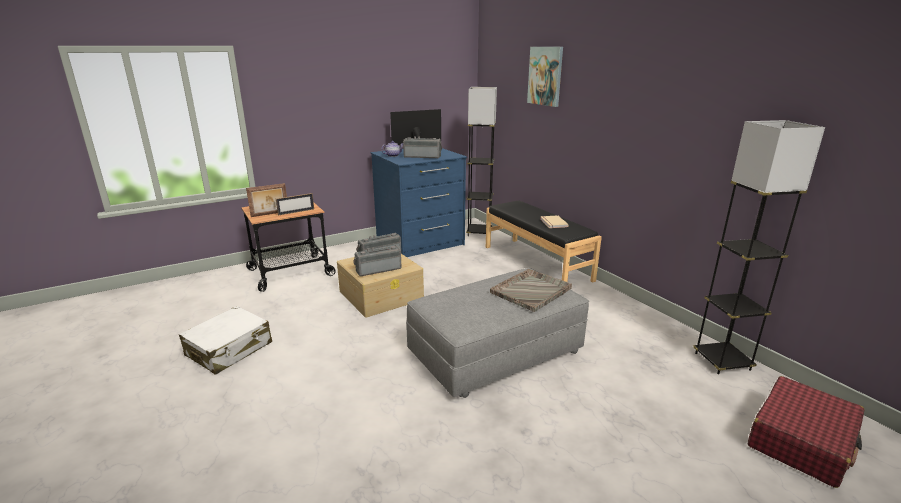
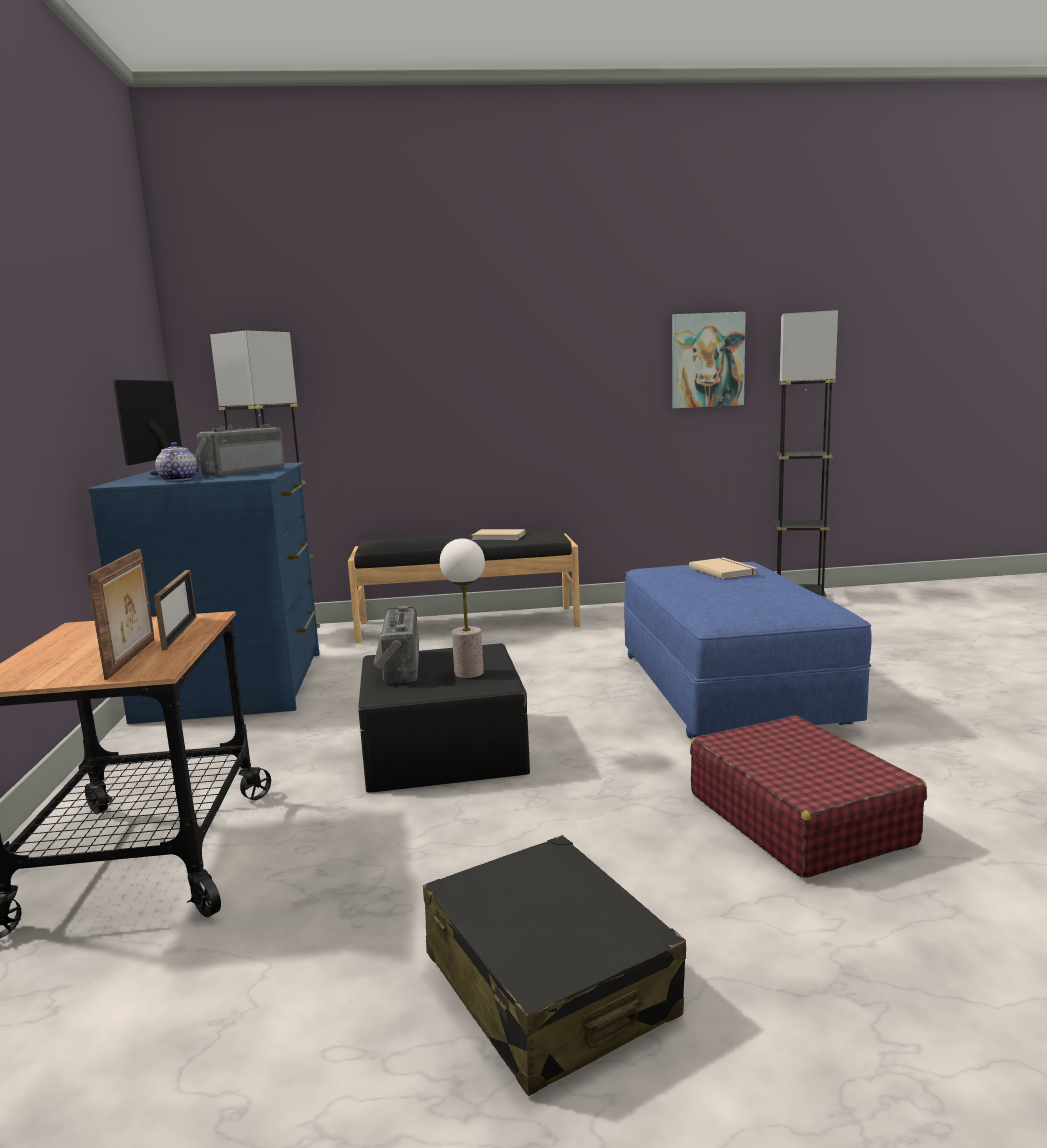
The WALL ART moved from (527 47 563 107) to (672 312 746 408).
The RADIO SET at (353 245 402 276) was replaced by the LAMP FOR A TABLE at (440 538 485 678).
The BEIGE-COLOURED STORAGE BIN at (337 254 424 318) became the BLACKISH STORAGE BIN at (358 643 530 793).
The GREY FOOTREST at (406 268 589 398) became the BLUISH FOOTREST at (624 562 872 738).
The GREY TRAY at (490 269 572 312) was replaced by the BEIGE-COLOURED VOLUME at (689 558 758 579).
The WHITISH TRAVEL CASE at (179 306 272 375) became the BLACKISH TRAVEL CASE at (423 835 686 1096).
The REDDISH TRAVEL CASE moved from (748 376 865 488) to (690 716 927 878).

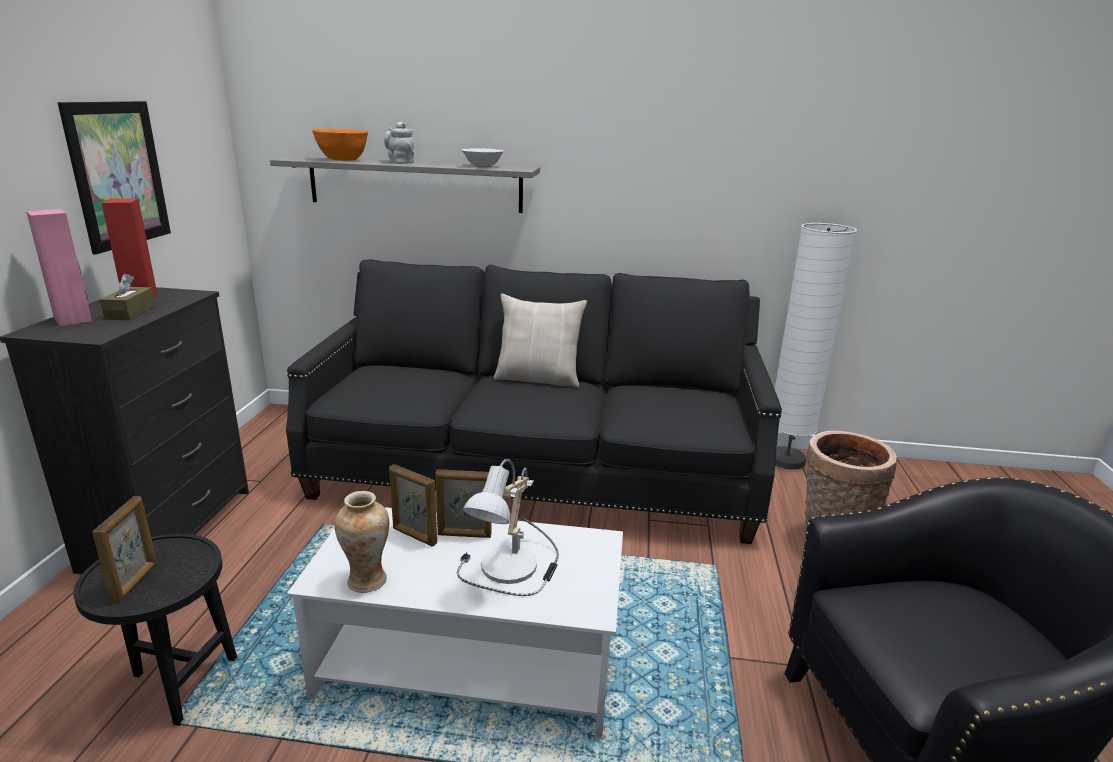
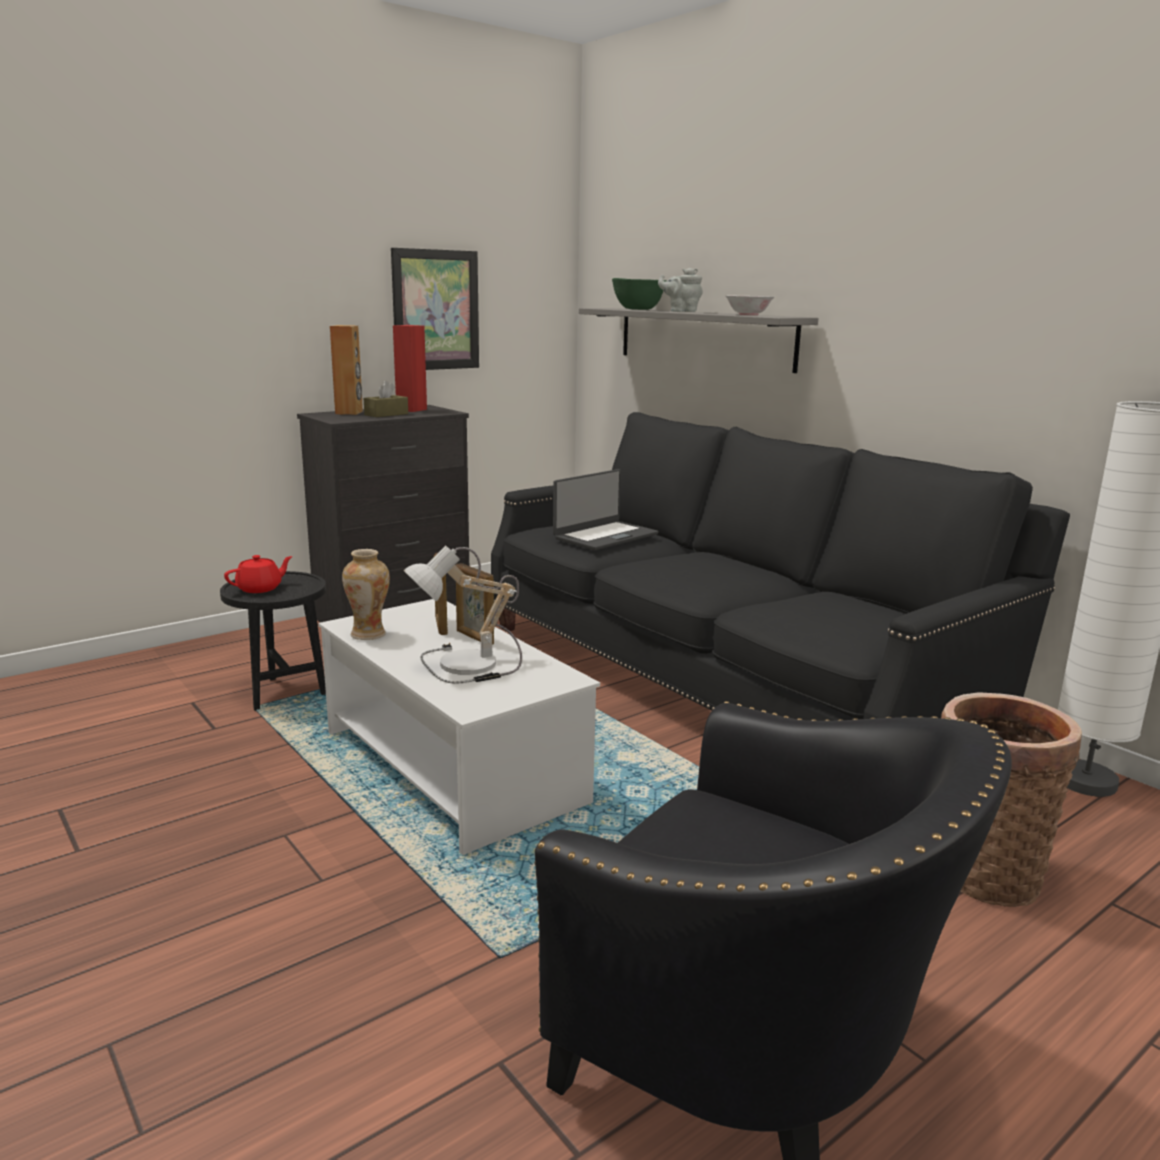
The GREY TEAPOT at (384 122 414 164) turned 90 degrees counterclockwise.
The ORANGE SERVING BOWL at (312 129 368 161) became the GREEN-COLOURED SERVING BOWL at (612 278 666 310).
The PINK SPEAKER at (26 209 92 326) became the BROWN-COLOURED SPEAKER at (330 325 363 415).
The BEIGE-COLOURED THROW PILLOW at (493 294 587 388) disappeared.
The PHOTO FRAME at (92 496 157 603) was replaced by the REDDISH TEAPOT at (224 555 293 593).
The LAPTOP at (553 469 658 550) appeared.

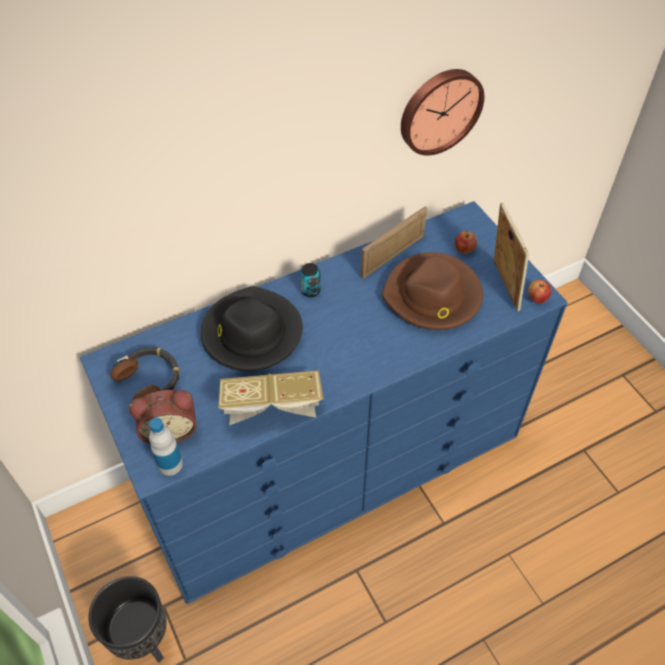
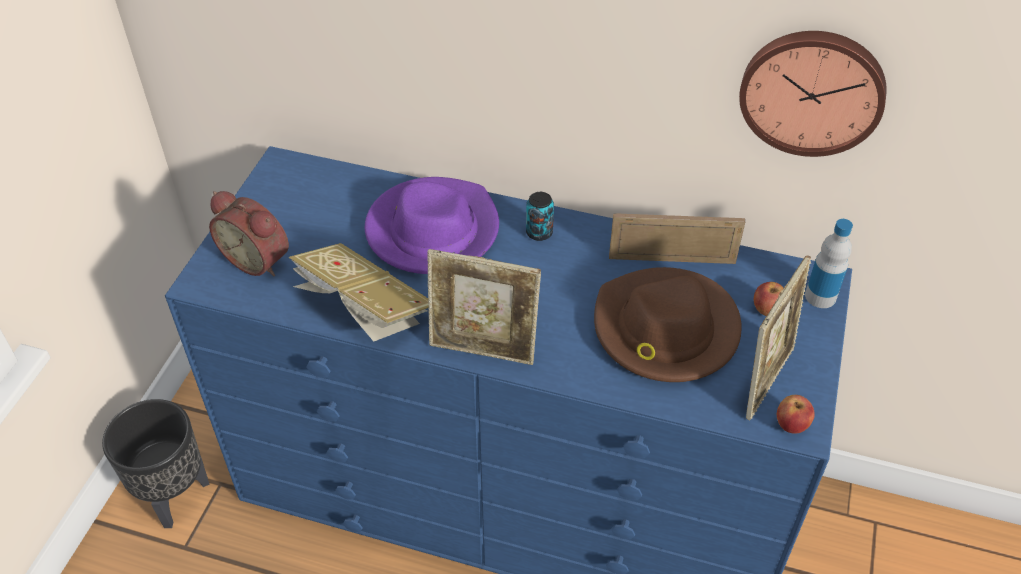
The BLACKISH CLOTHING HAT at (201 286 303 371) became the PURPLE CLOTHING HAT at (365 177 499 274).
The HEADPHONES at (110 347 180 401) disappeared.
The BOTTLE moved from (149 418 183 476) to (805 219 853 308).
The PHOTO FRAME at (427 249 541 365) appeared.

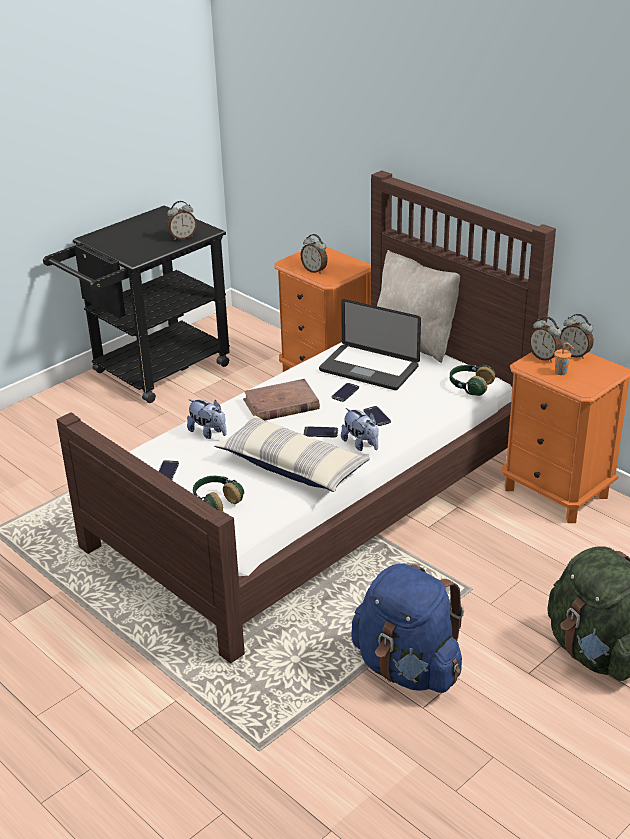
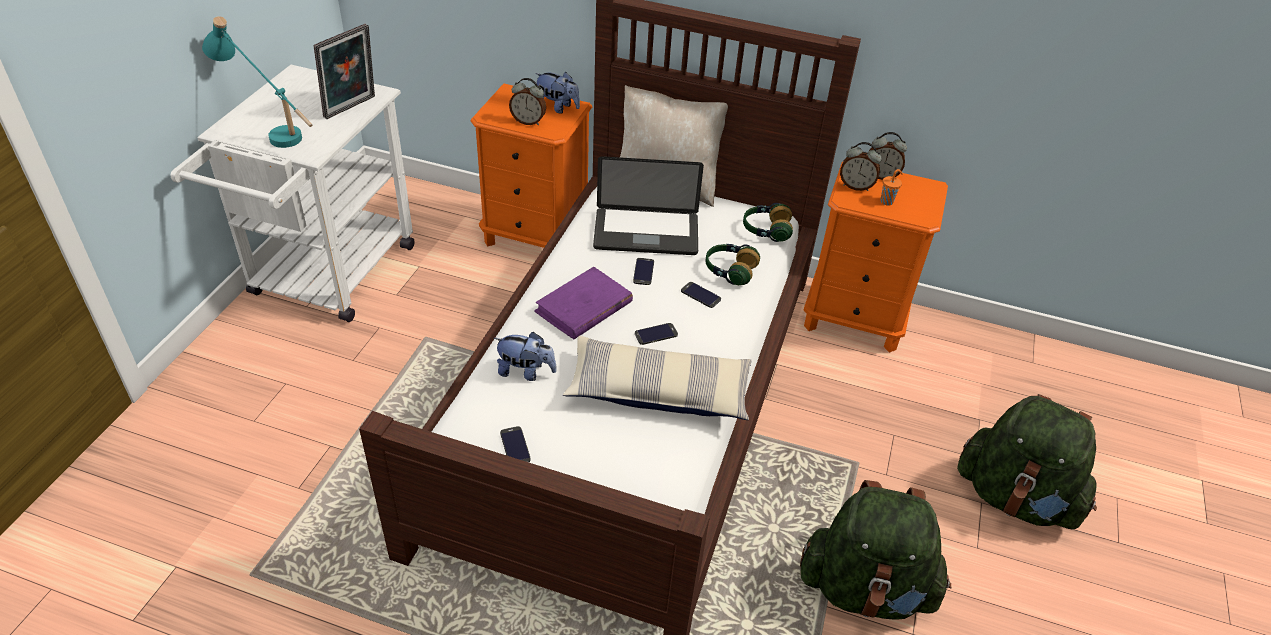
The BEDSIDE CLOCK at (167 201 197 240) was replaced by the PHOTO FRAME at (314 24 375 119).
The BLACKISH CART at (43 205 230 403) became the WHITISH CART at (171 65 415 322).
The BROWN-COLOURED VOLUME at (243 379 320 420) became the PURPLE VOLUME at (534 267 633 339).
The SOFT TOY moved from (341 408 379 451) to (535 72 580 113).
The HEADPHONES moved from (193 476 244 511) to (705 244 760 285).
The BLUISH RUCKSACK at (351 564 464 693) became the GREEN-COLOURED RUCKSACK at (800 480 951 620).
The TURQUOISE-COLOURED LAMP FOR A TABLE at (202 16 313 148) appeared.

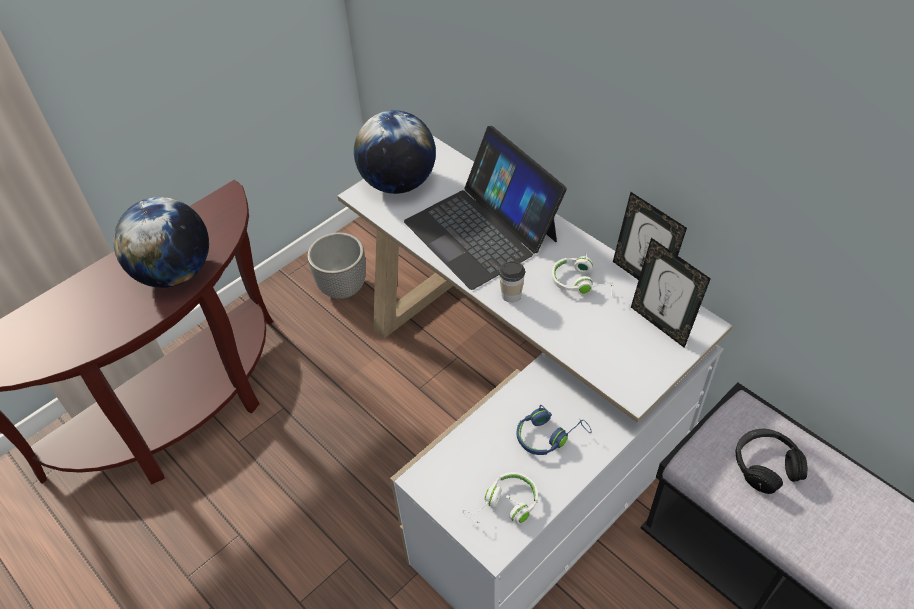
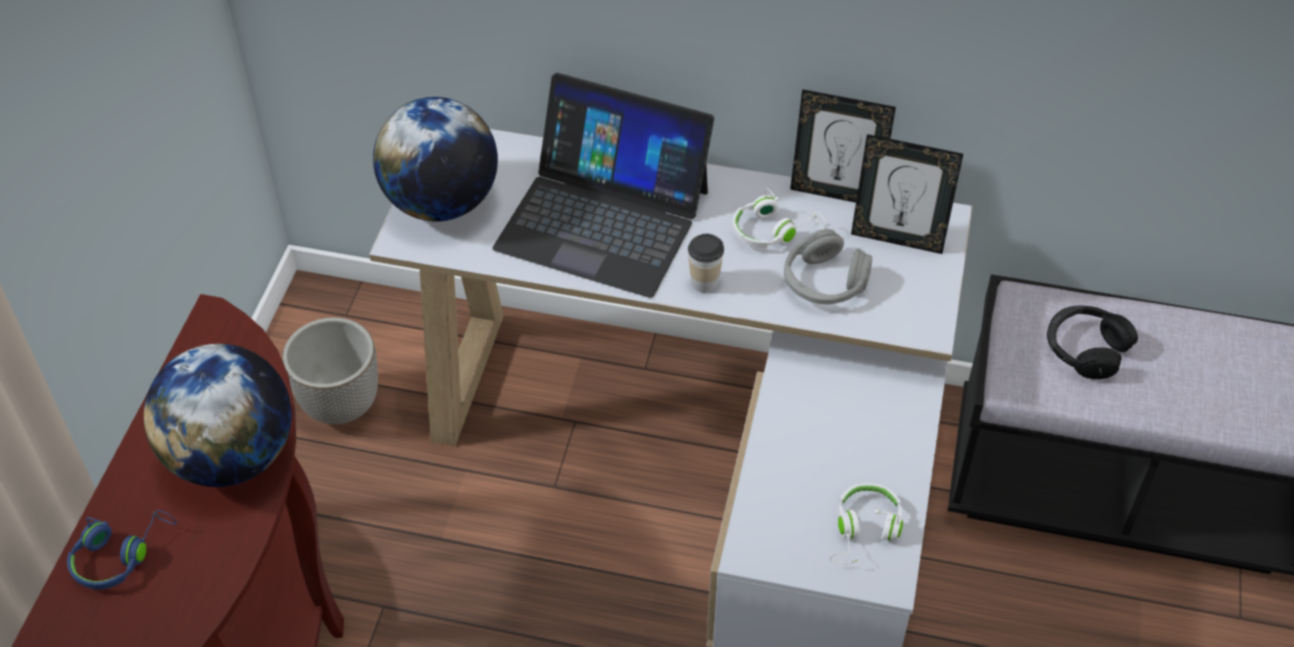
The BLUISH HEADPHONES moved from (517 405 592 455) to (67 510 176 589).
The GREY HEADPHONES at (784 229 872 304) appeared.

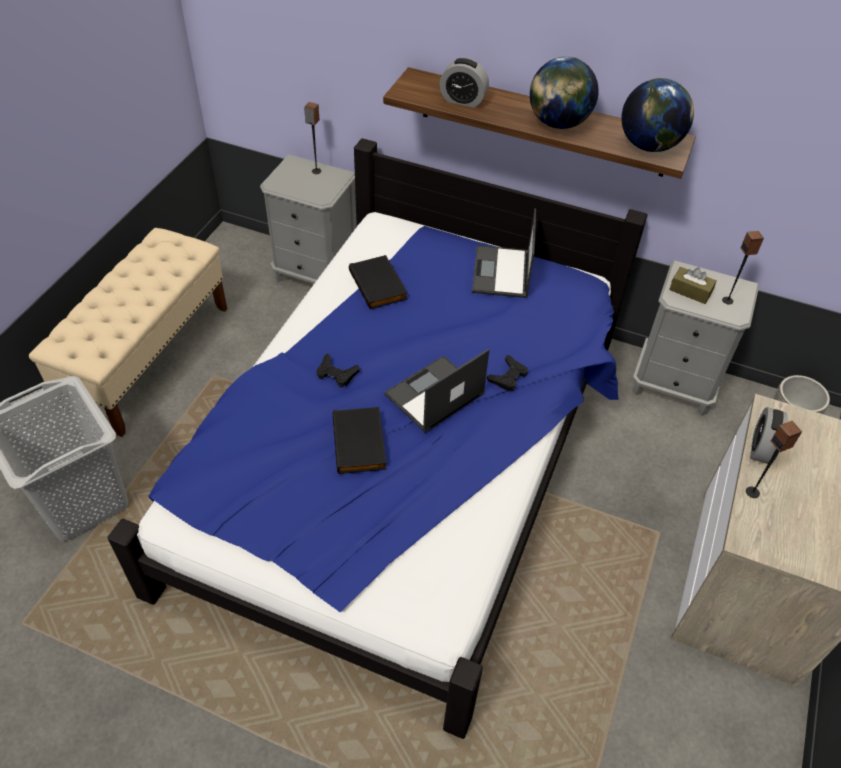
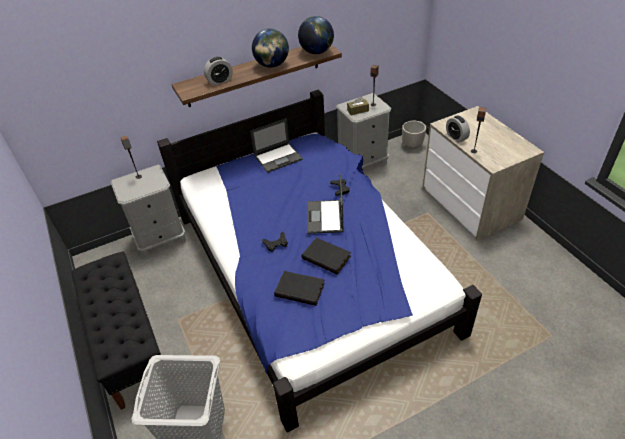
The LAPTOP at (472 208 536 298) turned 75 degrees counterclockwise.
The BEIGE-COLOURED LONG SEAT at (29 228 227 437) became the BLACKISH LONG SEAT at (71 252 161 410).
The BLACKISH VOLUME moved from (349 255 408 310) to (274 271 325 306).

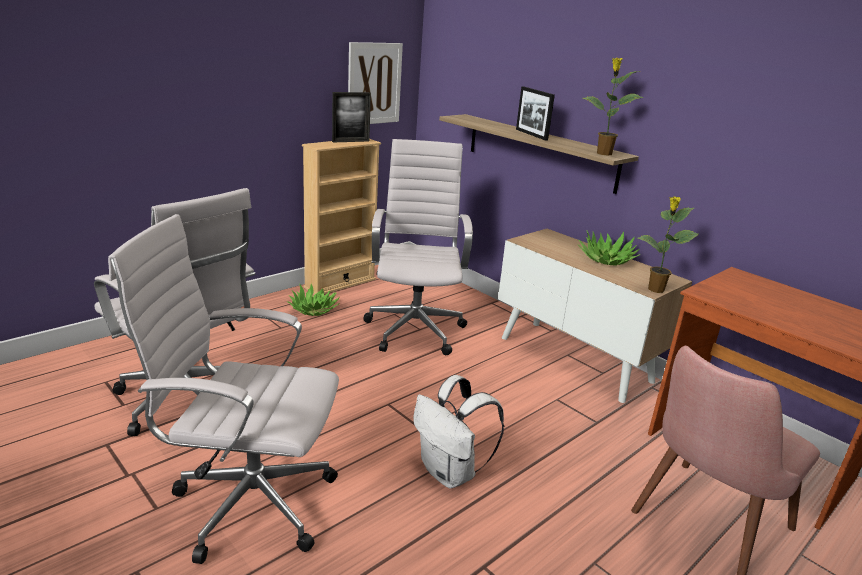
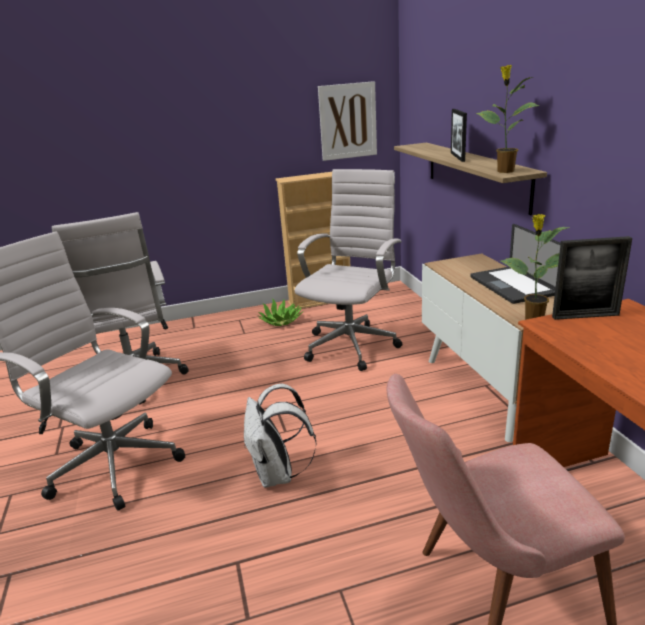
The PHOTO FRAME moved from (332 92 371 142) to (552 236 632 320).
The PLANT IN A POT at (578 230 641 266) was replaced by the LAPTOP at (470 224 561 304).

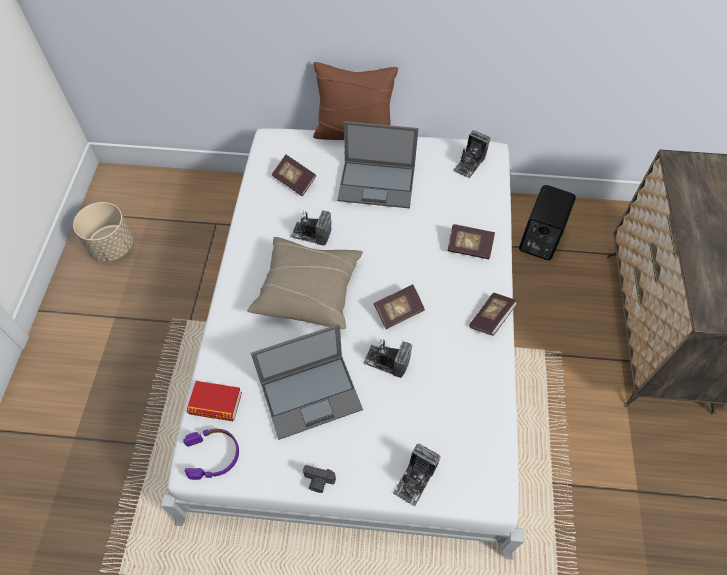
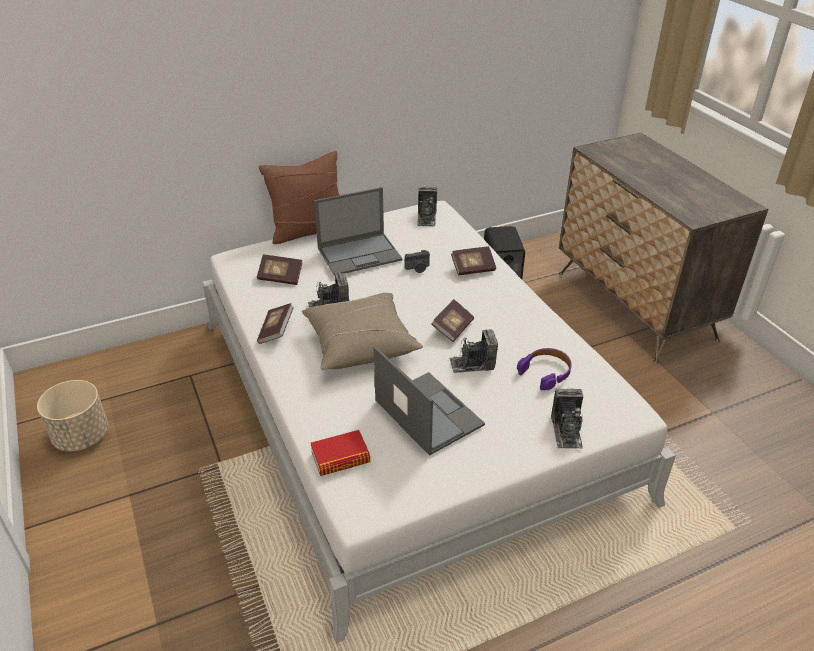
The VOLUME moved from (469 293 518 336) to (257 303 294 344).
The LAPTOP at (251 324 363 440) turned 75 degrees counterclockwise.
The PURPLE HEADPHONES moved from (183 429 239 480) to (517 348 572 390).
The PHOTO CAMERA moved from (303 465 336 493) to (405 250 430 273).

